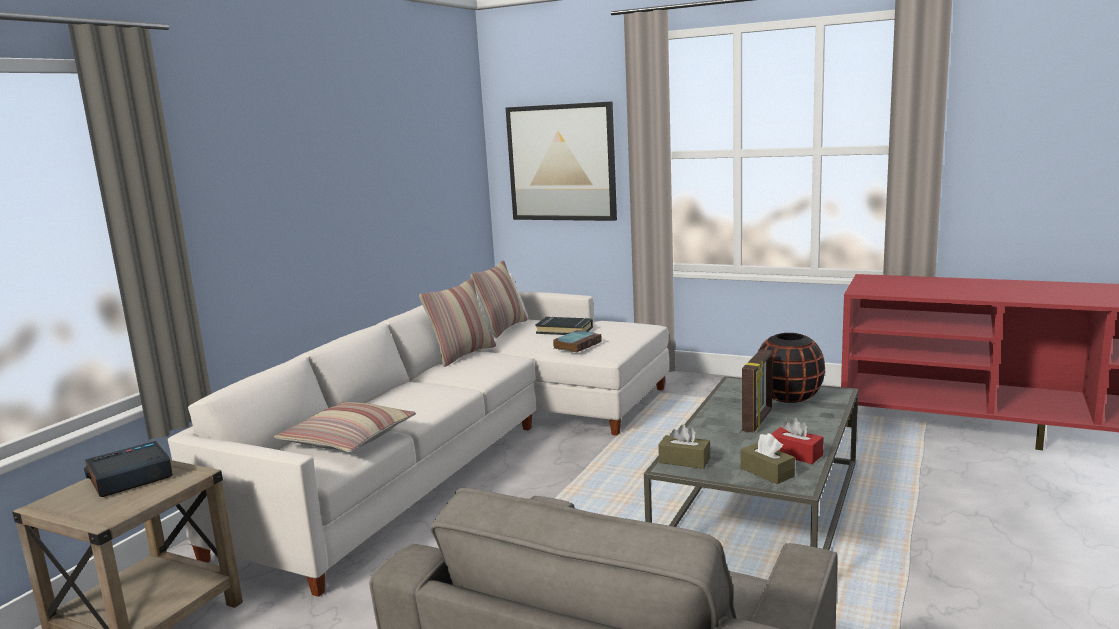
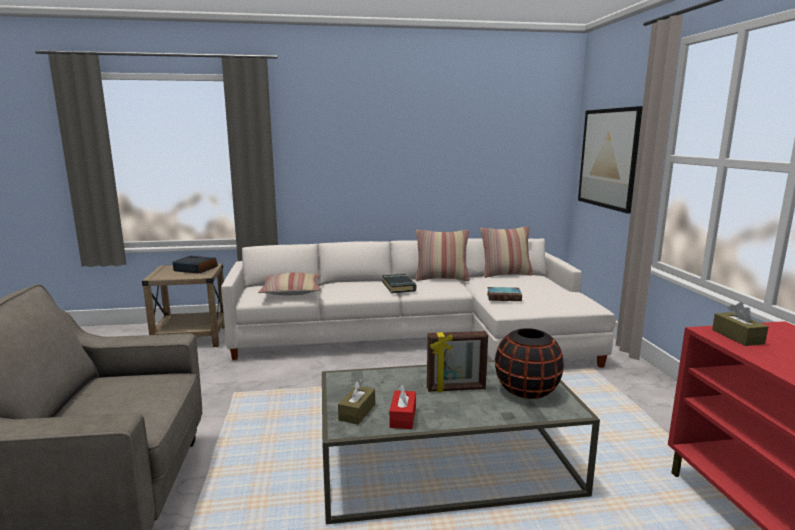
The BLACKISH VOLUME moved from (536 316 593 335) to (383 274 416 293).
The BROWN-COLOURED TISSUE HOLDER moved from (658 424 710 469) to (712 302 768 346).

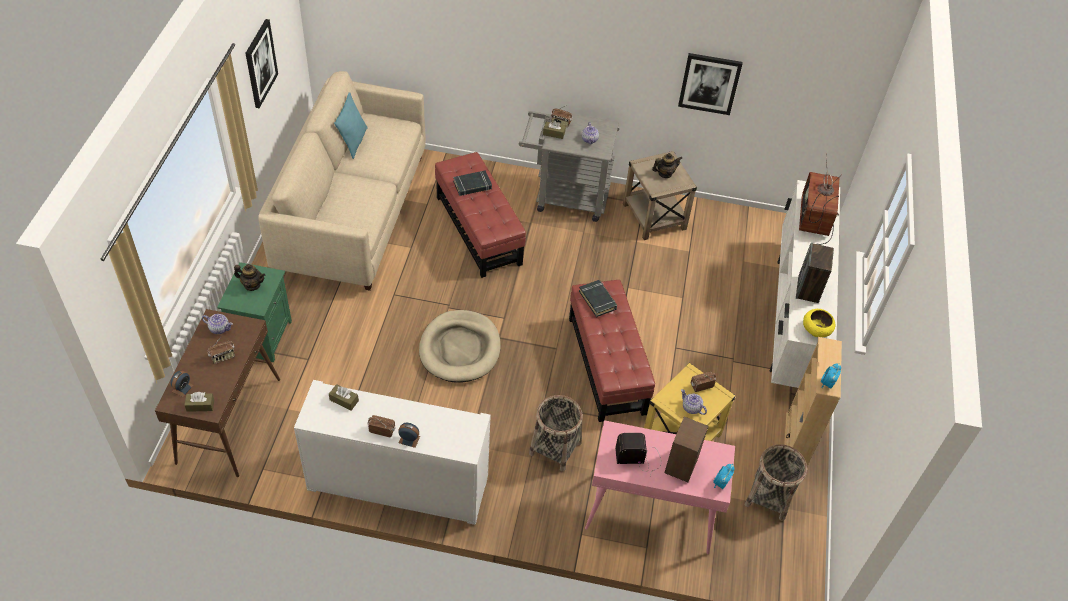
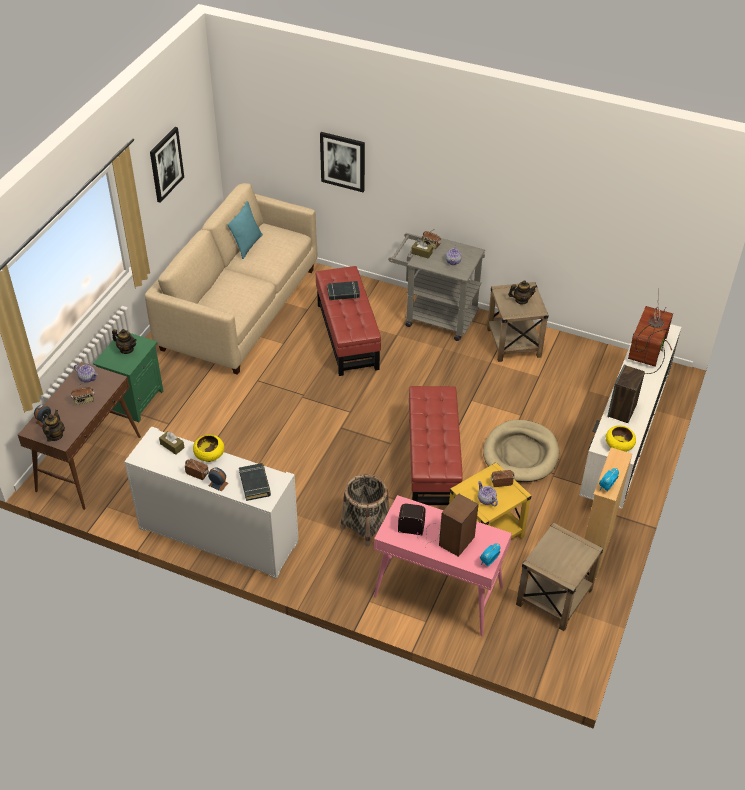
The WALL ART moved from (678 53 743 115) to (320 132 365 192).
The BLACKISH VOLUME moved from (579 280 617 317) to (239 463 271 501).
The BEIGE-COLOURED DOG BED moved from (419 310 501 383) to (483 420 559 482).
The BROWN-COLOURED TISSUE HOLDER at (184 392 214 412) was replaced by the TEAPOT at (42 410 65 442).
The BASKET at (744 444 807 521) was replaced by the BEIGE-COLOURED ACCENT TABLE at (516 523 603 631).
The YELLOWISH SERVING BOWL at (193 435 224 462) appeared.

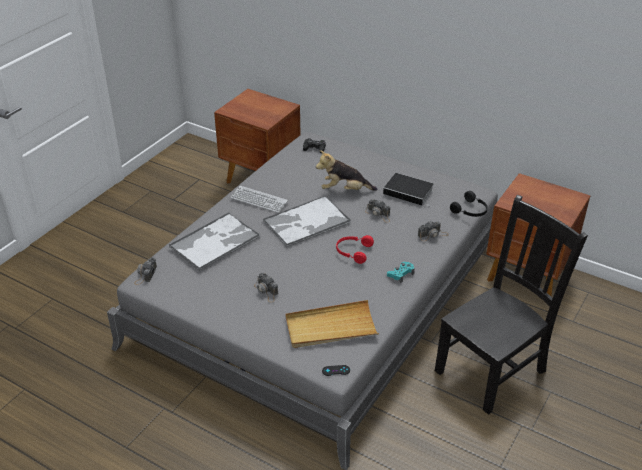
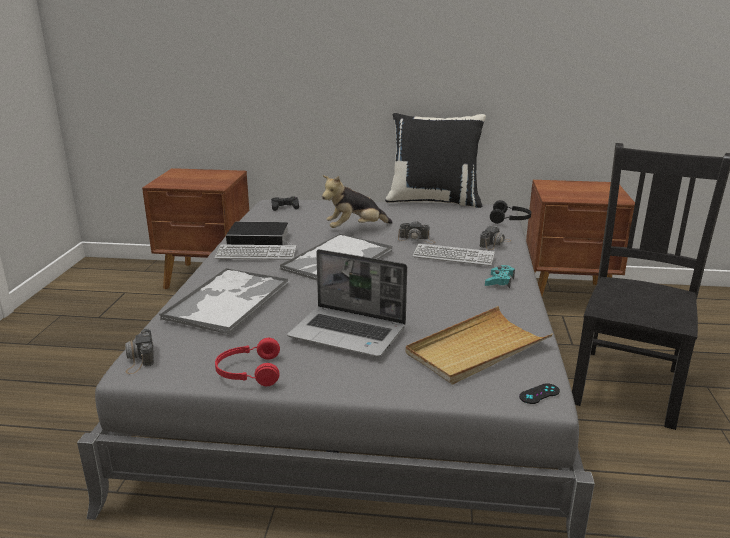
The VOLUME moved from (383 173 434 206) to (226 221 293 245).
The REDDISH HEADPHONES moved from (336 235 374 264) to (215 338 280 386).
The PHOTO CAMERA at (254 273 278 303) was replaced by the LAPTOP at (287 249 407 357).
The BLACKISH THROW PILLOW at (385 113 486 208) appeared.
The PC KEYBOARD at (413 244 495 266) appeared.

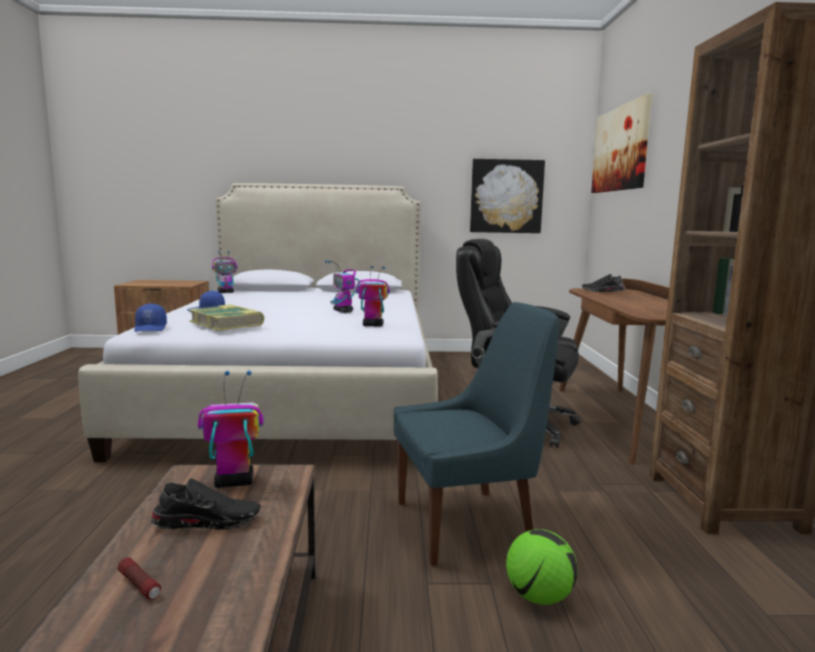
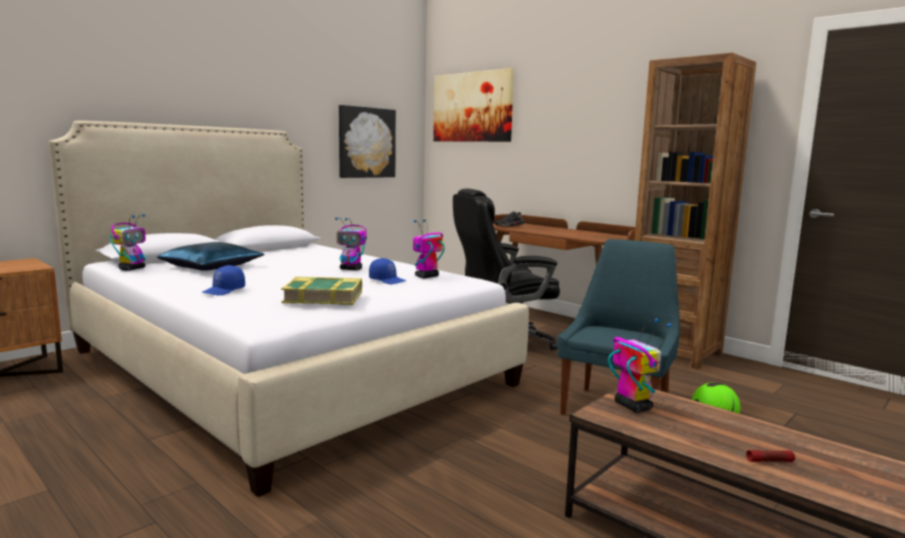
The BLUISH CAP moved from (134 303 167 332) to (369 258 406 284).
The MODEL ROBOT at (198 371 264 488) turned 120 degrees clockwise.
The BLACKISH SHOE at (151 478 261 530) disappeared.
The BLUISH THROW PILLOW at (157 242 265 271) appeared.

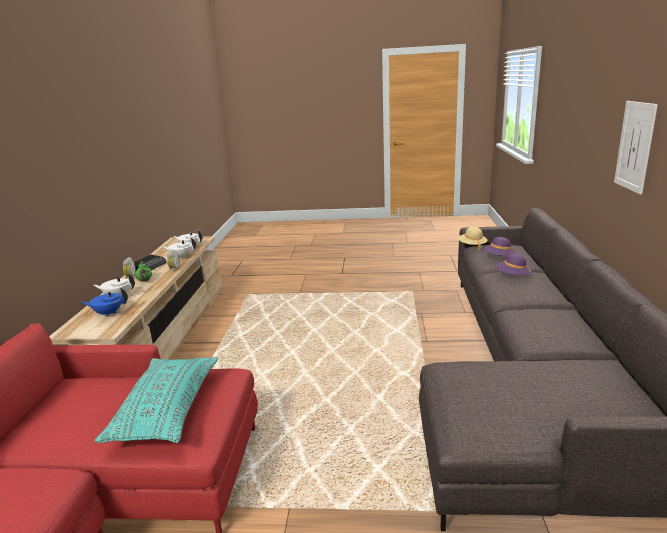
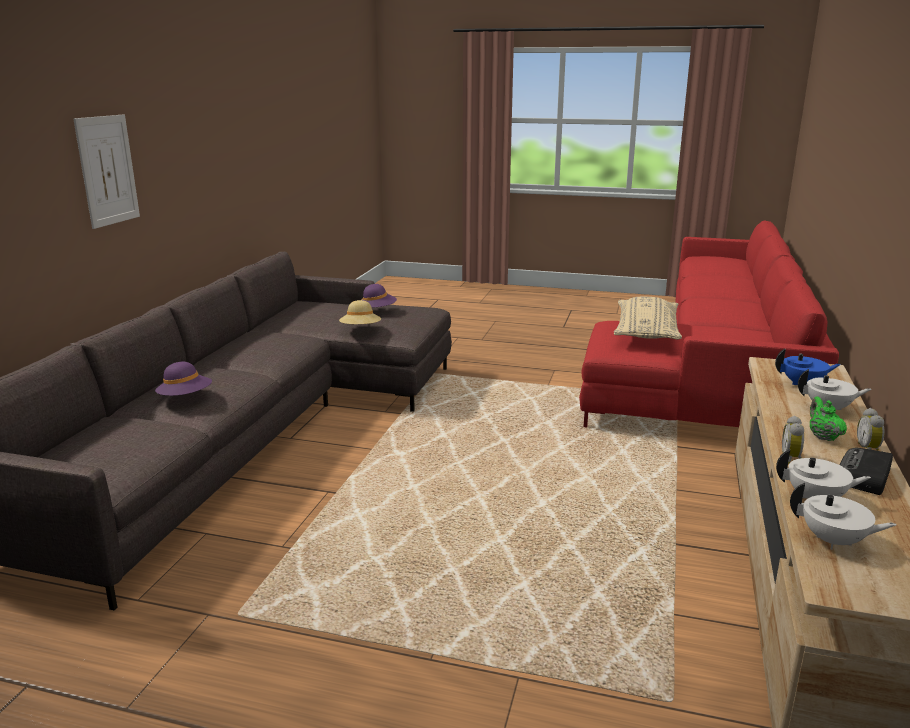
The BEIGE-COLOURED CLOTHING HAT moved from (458 227 488 250) to (339 300 381 324).
The PURPLE CLOTHING HAT moved from (483 237 515 256) to (361 284 397 308).
The TURQUOISE-COLOURED THROW PILLOW at (95 357 218 443) became the BEIGE-COLOURED THROW PILLOW at (614 297 682 339).

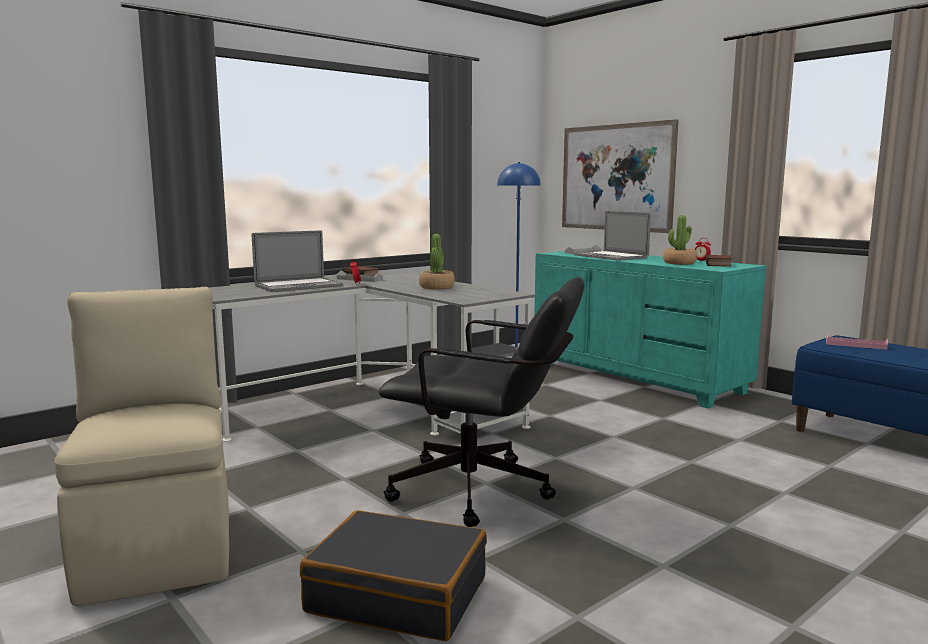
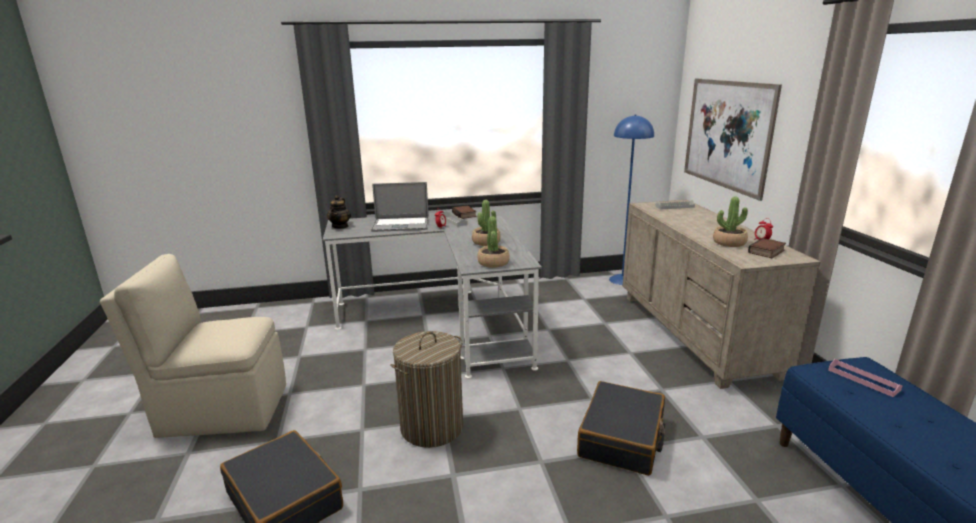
The LAPTOP at (574 211 651 261) disappeared.
The TURQUOISE-COLOURED CHEST OF DRAWERS at (534 251 766 408) became the BEIGE-COLOURED CHEST OF DRAWERS at (623 200 821 389).
The BLACKISH OFFICE CHAIR at (379 277 584 527) was replaced by the LAUNDRY BASKET at (390 331 463 448).
The BEIGE-COLOURED UPRIGHT CHAIR at (54 287 229 606) turned 105 degrees counterclockwise.
The TEAPOT at (327 195 351 229) appeared.
The PLANT IN A POT at (477 216 510 268) appeared.
The BLACKISH TRAVEL CASE at (577 381 665 476) appeared.

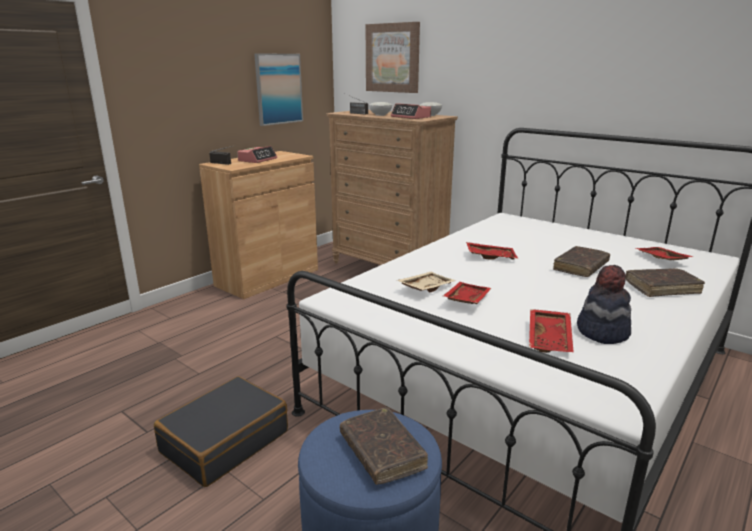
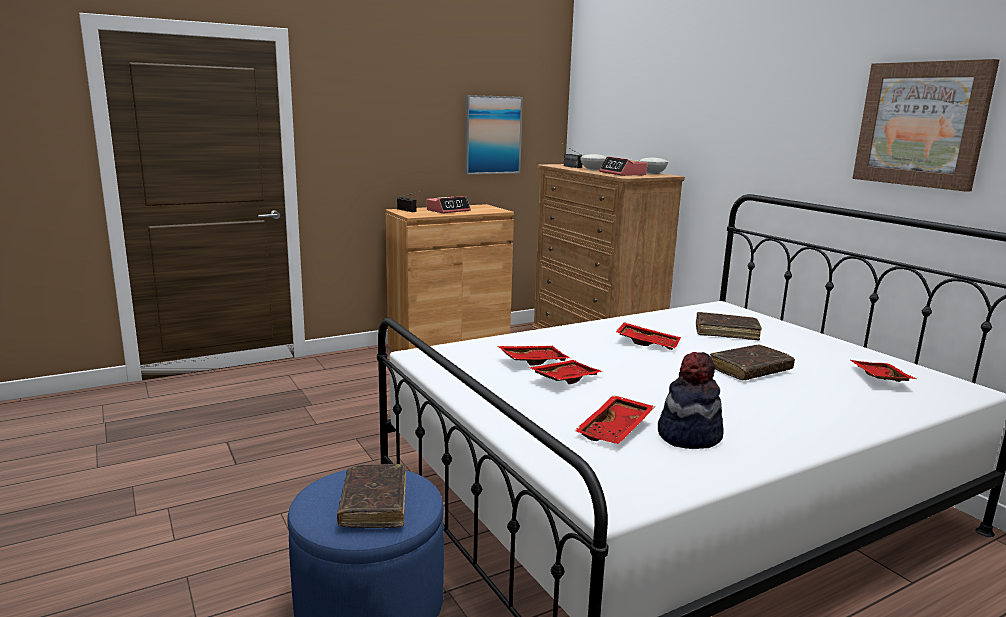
The WALL ART moved from (366 22 420 93) to (853 59 999 192).
The BROWN-COLOURED VOLUME moved from (626 268 705 297) to (696 312 762 341).
The BEIGE-COLOURED TRAY at (397 272 456 293) became the REDDISH TRAY at (498 346 571 366).
The BLACKISH TRAVEL CASE at (154 376 288 487) disappeared.

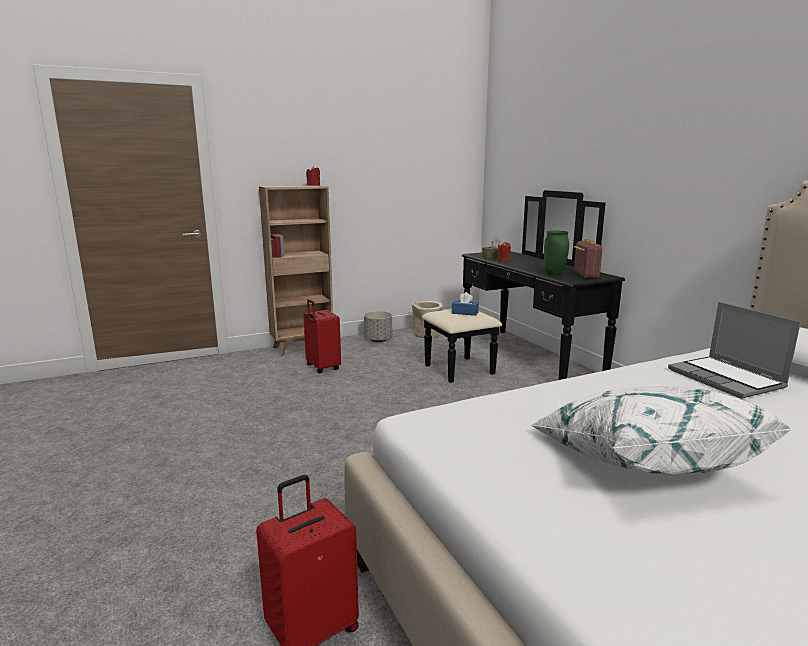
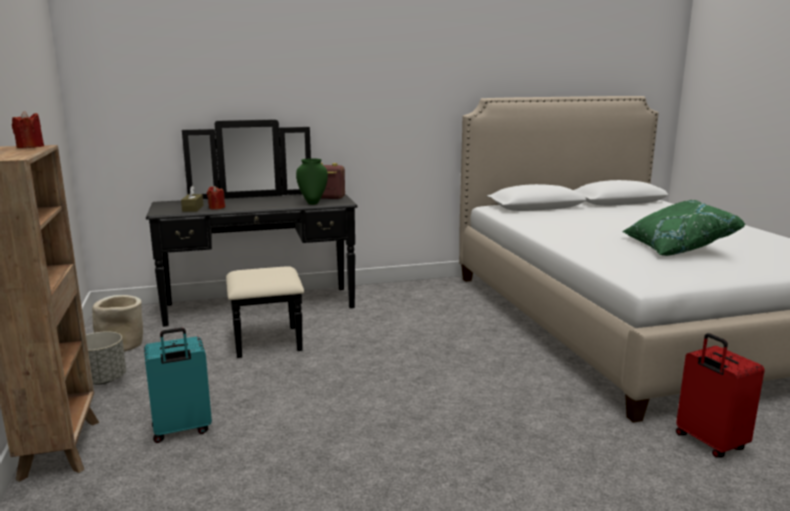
The BLUISH TISSUE HOLDER at (452 292 479 316) disappeared.
The REDDISH TRAVEL CASE at (303 299 341 373) became the TURQUOISE-COLOURED TRAVEL CASE at (144 328 212 443).
The LAPTOP at (668 302 801 399) disappeared.
The WHITISH THROW PILLOW at (530 386 793 475) became the GREEN-COLOURED THROW PILLOW at (622 200 746 256).

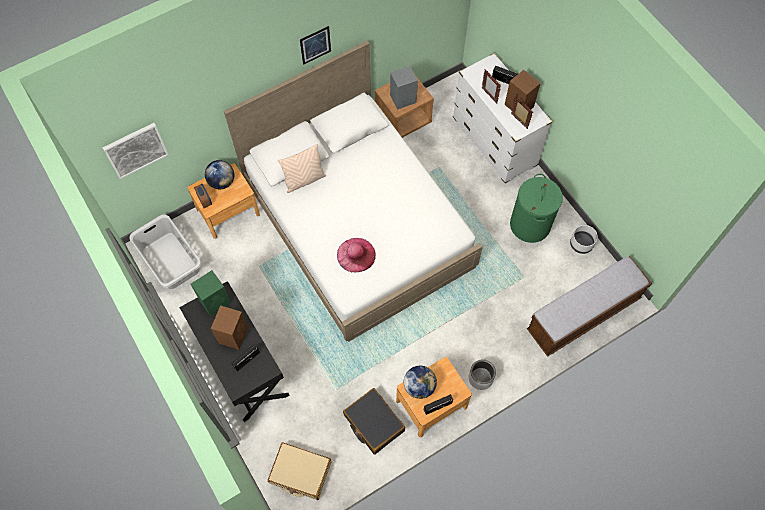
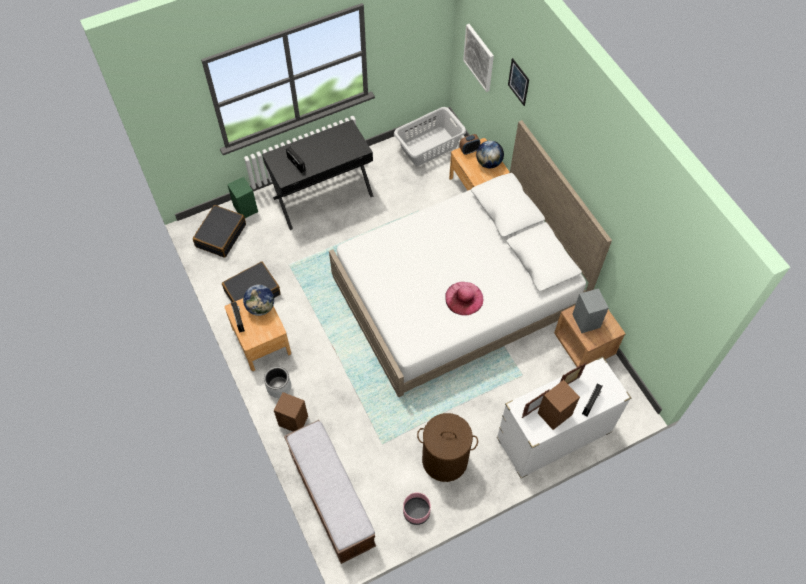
The WALL ART moved from (300 26 331 65) to (508 58 529 106).
The BEIGE-COLOURED THROW PILLOW at (278 144 326 193) disappeared.
The GREEN-COLOURED LAUNDRY BASKET at (510 174 563 243) became the BROWN-COLOURED LAUNDRY BASKET at (417 413 478 482).
The WHITISH PLANT POT at (570 225 598 254) became the PINK PLANT POT at (403 492 431 525).
The PINK CLOTHING HAT moved from (337 238 376 272) to (445 282 483 316).
The GREEN-COLOURED SPEAKER moved from (191 270 231 317) to (227 177 258 218).
The BROWN-COLOURED SPEAKER moved from (211 305 248 350) to (274 392 308 432).
The BEIGE-COLOURED TRAVEL CASE at (268 442 331 500) became the BLACKISH TRAVEL CASE at (193 205 246 258).

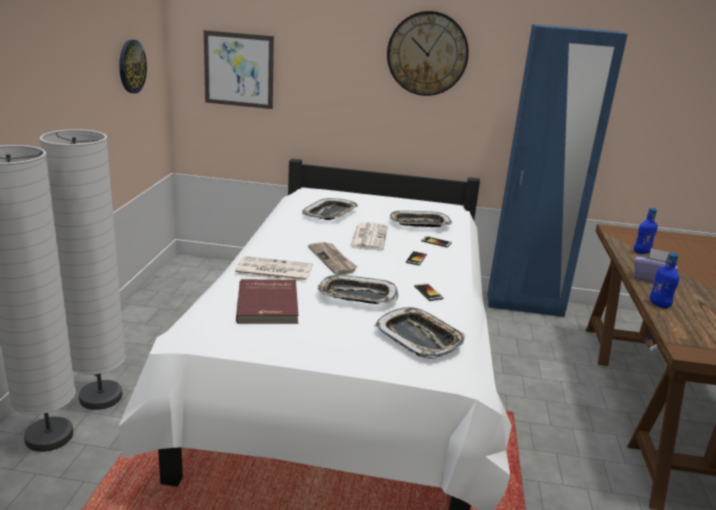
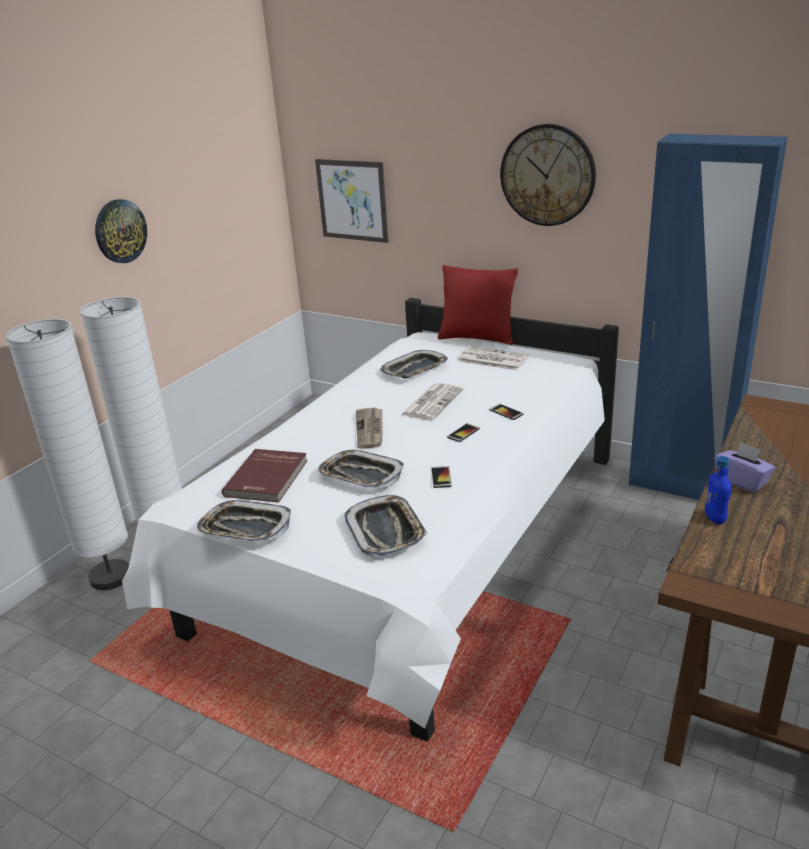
The WALL CLOCK moved from (119 40 147 94) to (95 199 147 263).
The BLUISH BOTTLE at (634 208 658 254) disappeared.
The TRAY moved from (390 211 452 227) to (197 500 291 542).
The DAILY PAPER moved from (234 256 313 282) to (458 346 529 371).
The REDDISH THROW PILLOW at (438 265 518 345) appeared.

